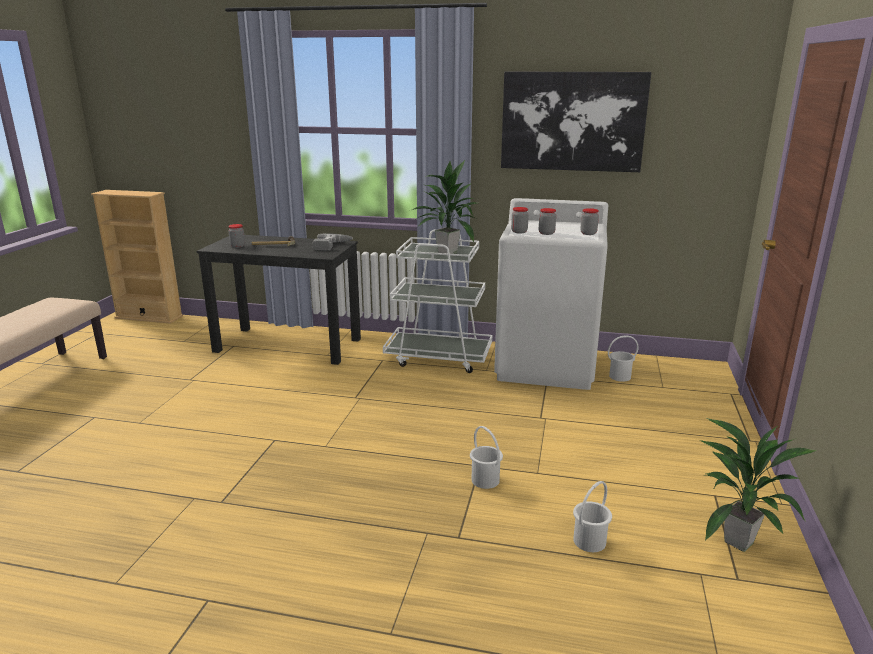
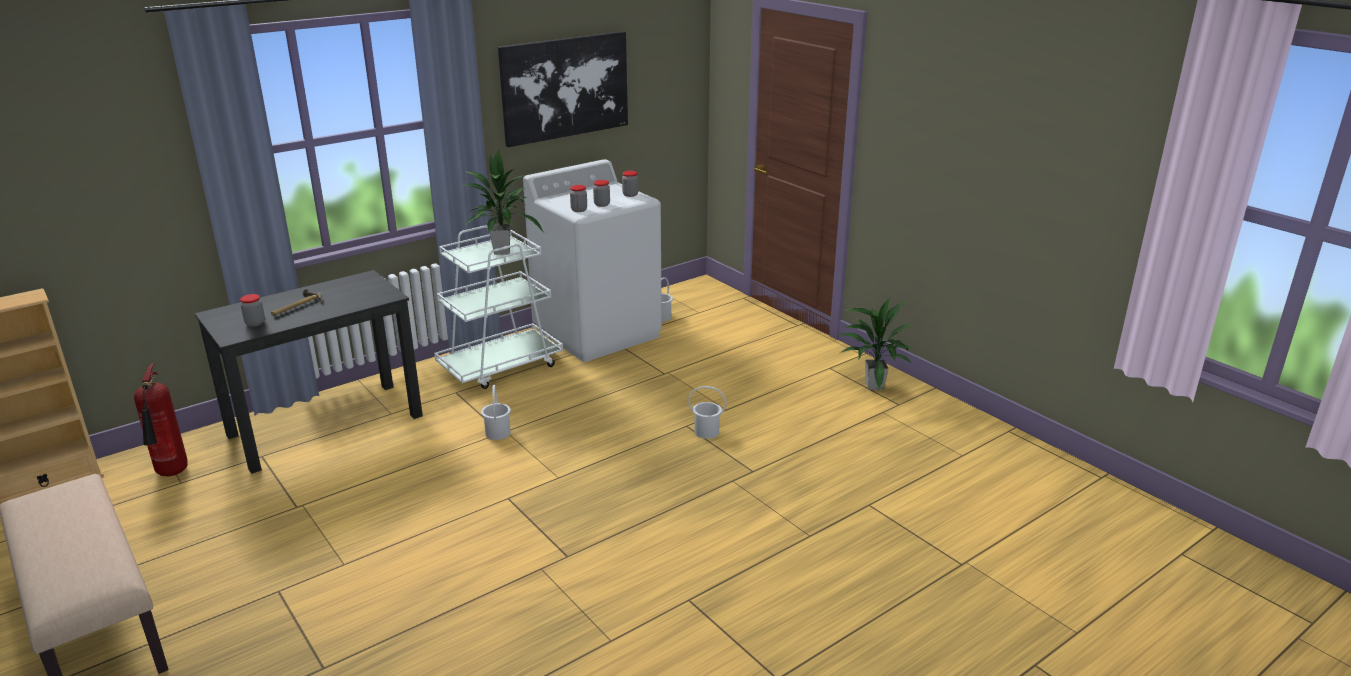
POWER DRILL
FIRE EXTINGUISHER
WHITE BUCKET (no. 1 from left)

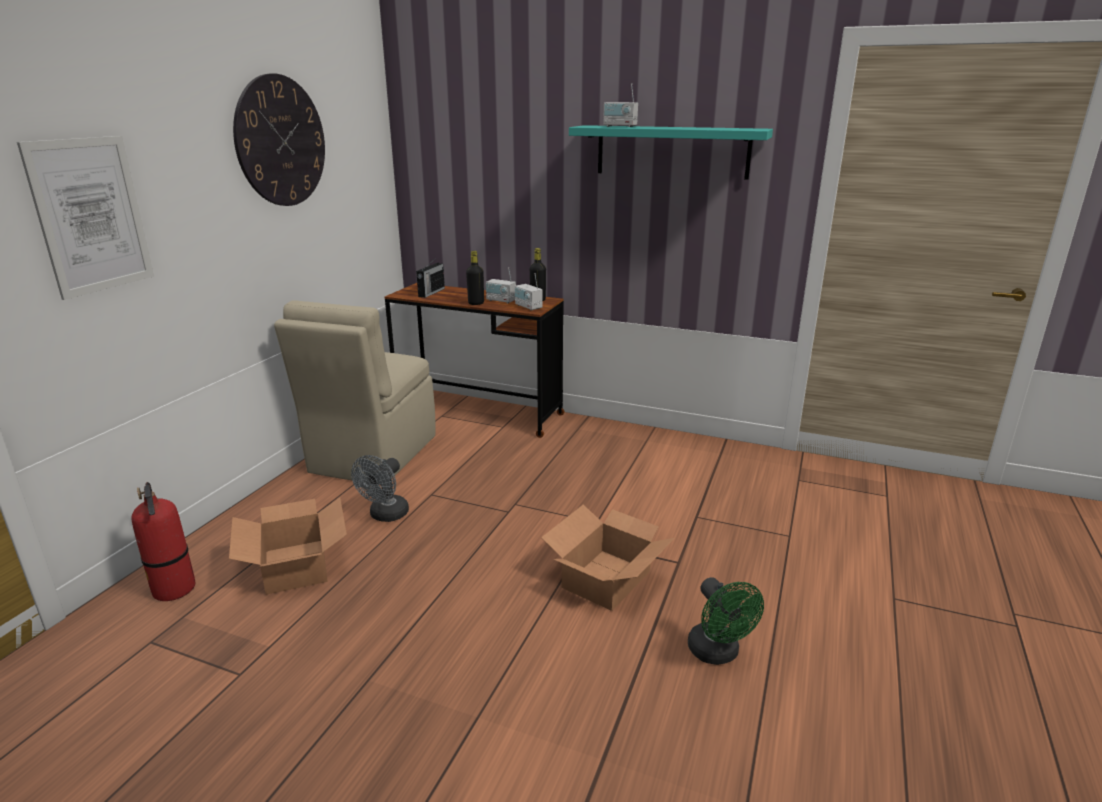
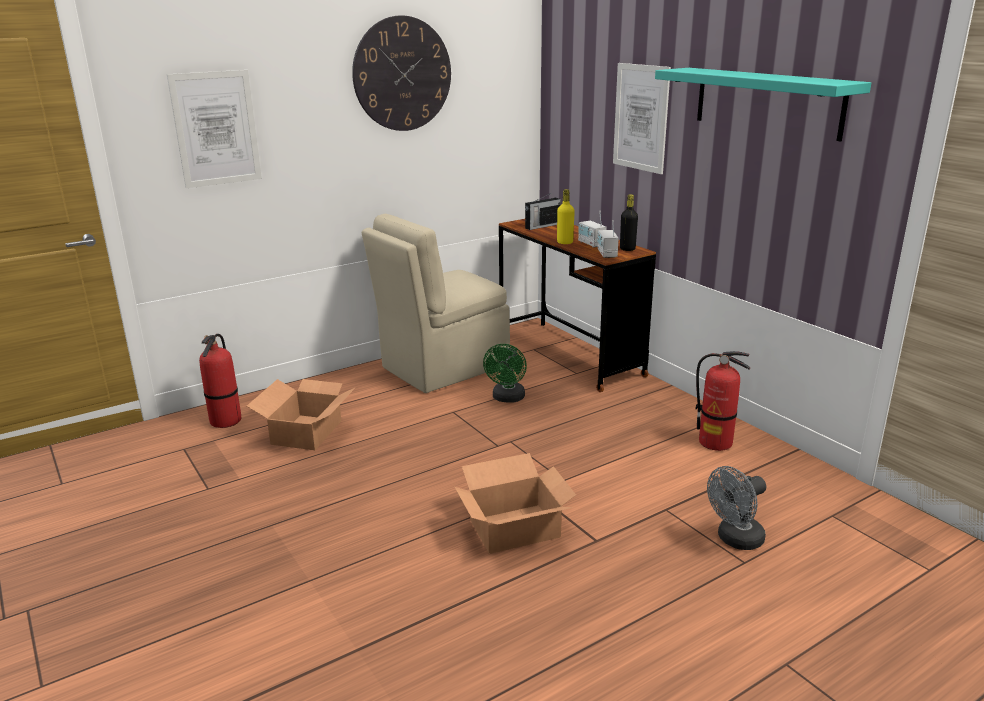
RADIO (no. 4 from left in the first image)
PICTURE (no. 2 from left)
FIRE EXTINGUISHER (no. 2 from left)
GREY FAN
GREEN FAN
YELLOW BOTTLE

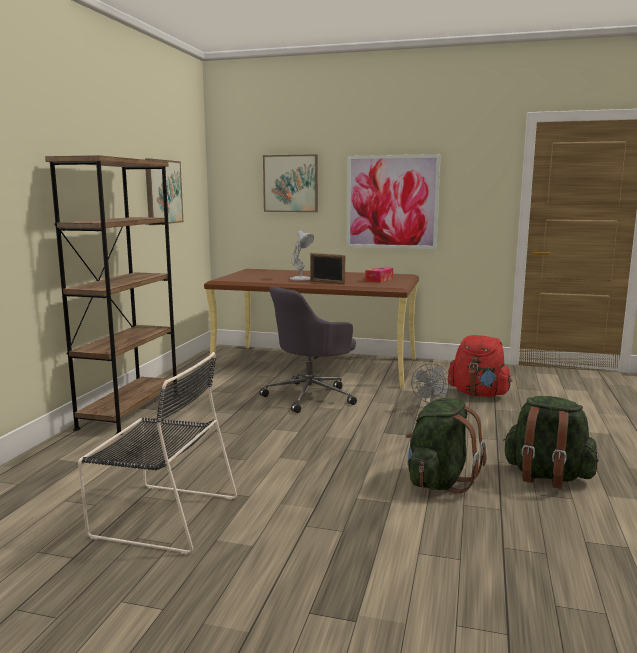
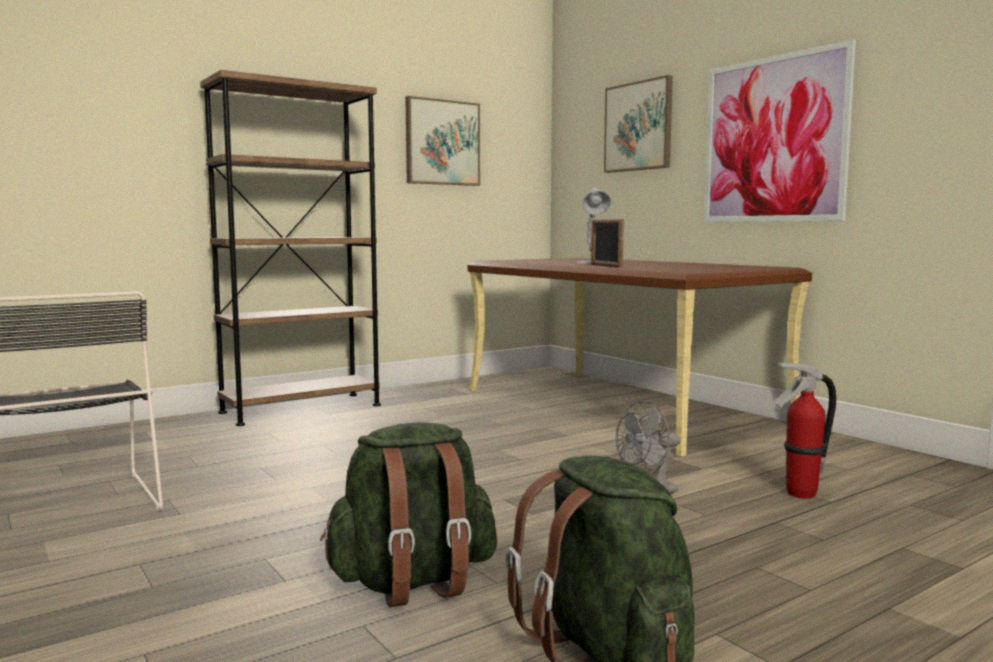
GREY OFFICE CHAIR
TISSUE BOX
FIRE EXTINGUISHER

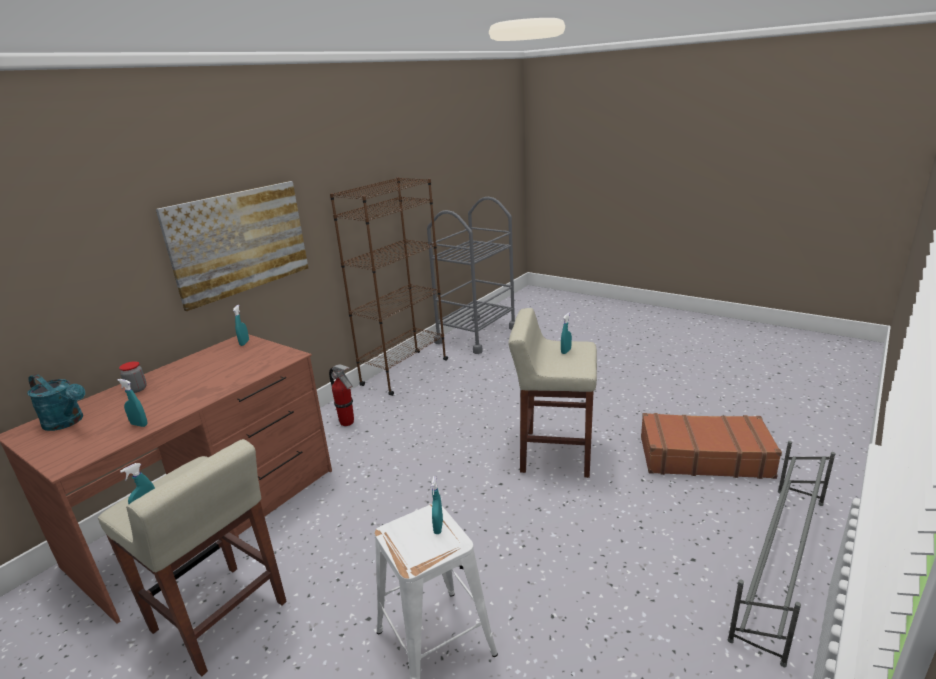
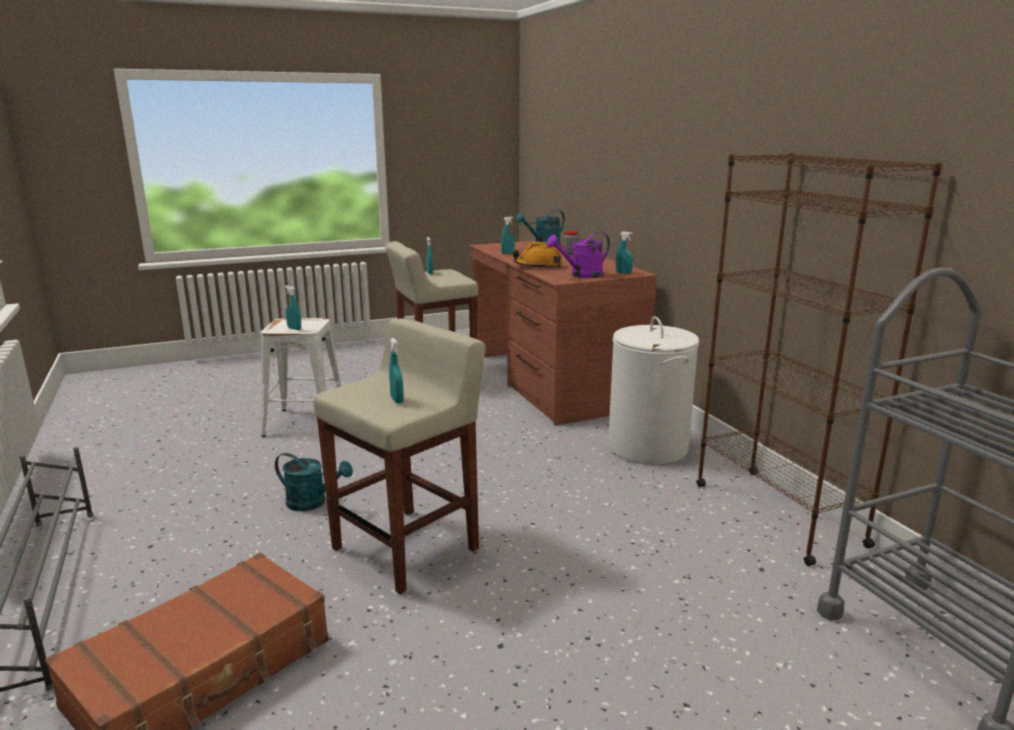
PICTURE
TURQUOISE WATERING CAN (no. 1 from left)
ORANGE HARD HAT
PURPLE WATERING CAN
WHITE LAUNDRY BASKET

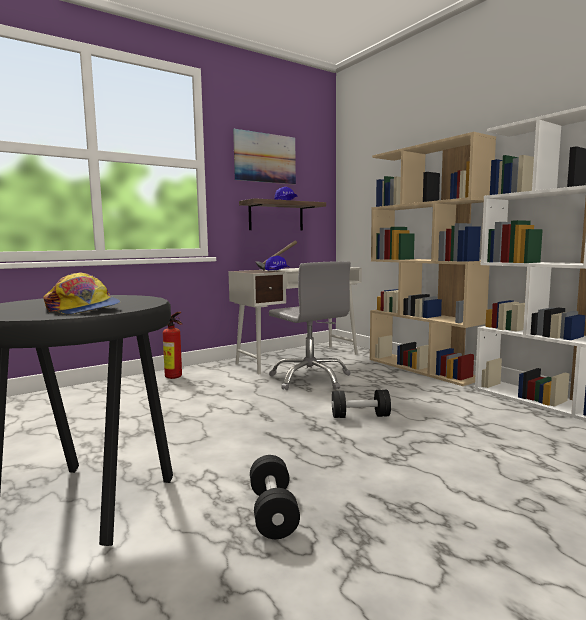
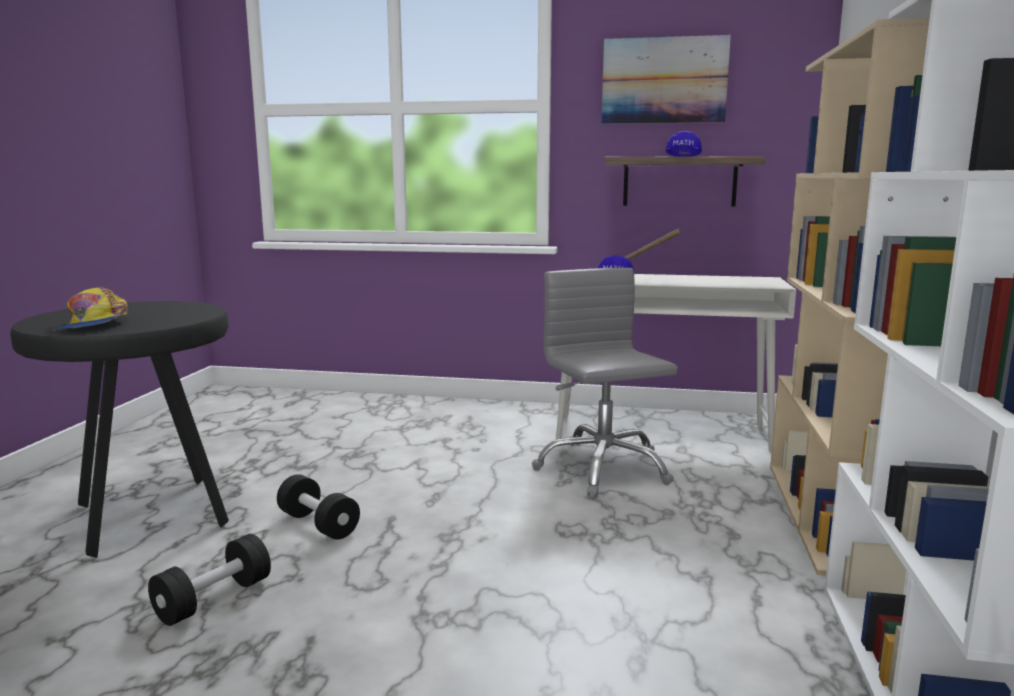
FIRE EXTINGUISHER
BLACK DUMBBELL (no. 2 from left)
GREY OFFICE CHAIR

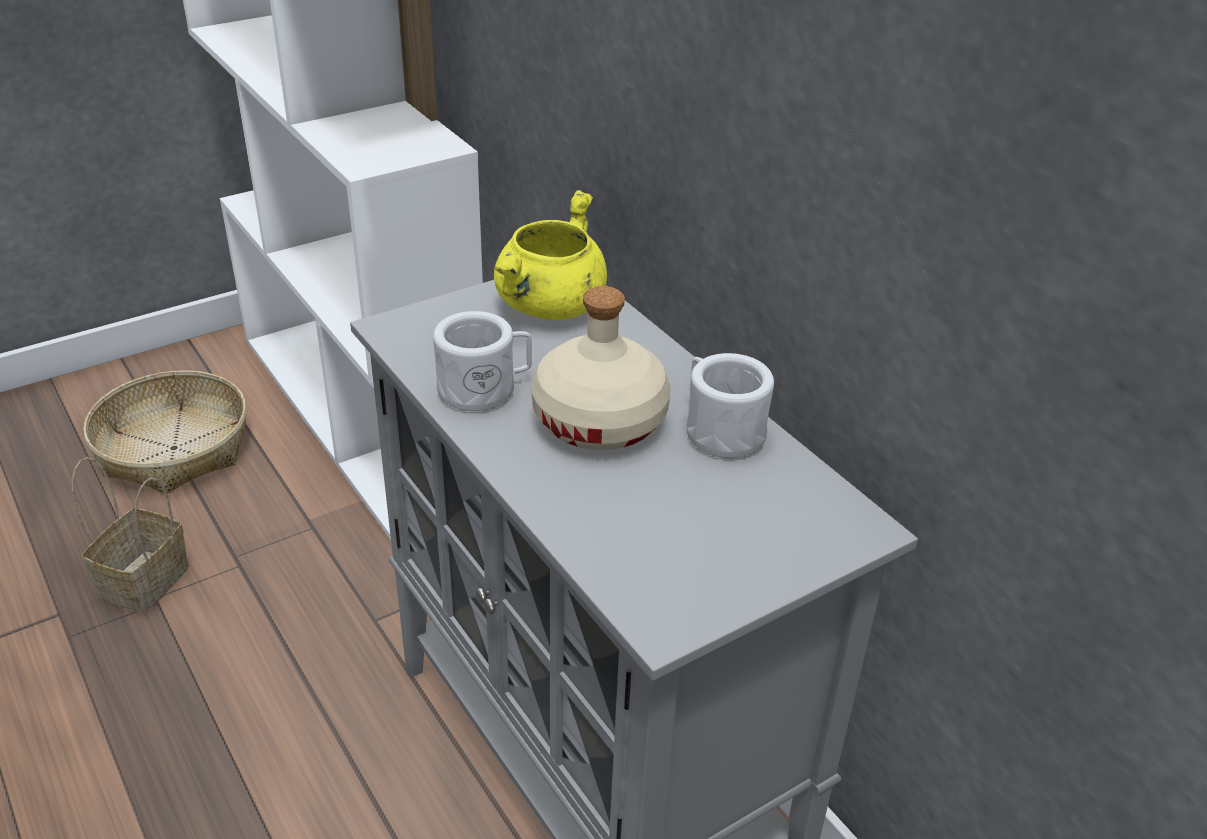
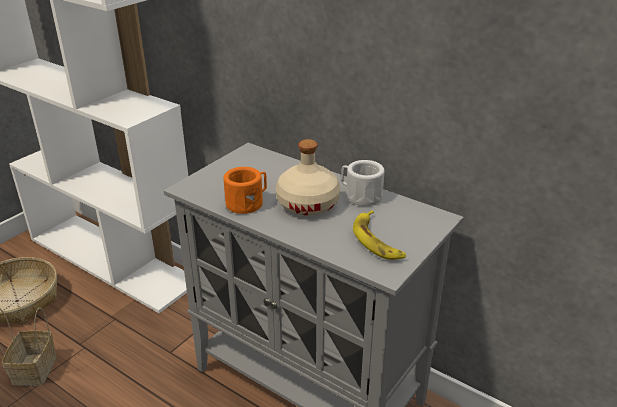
YELLOW COOKING POT
BANANA
ORANGE MUG

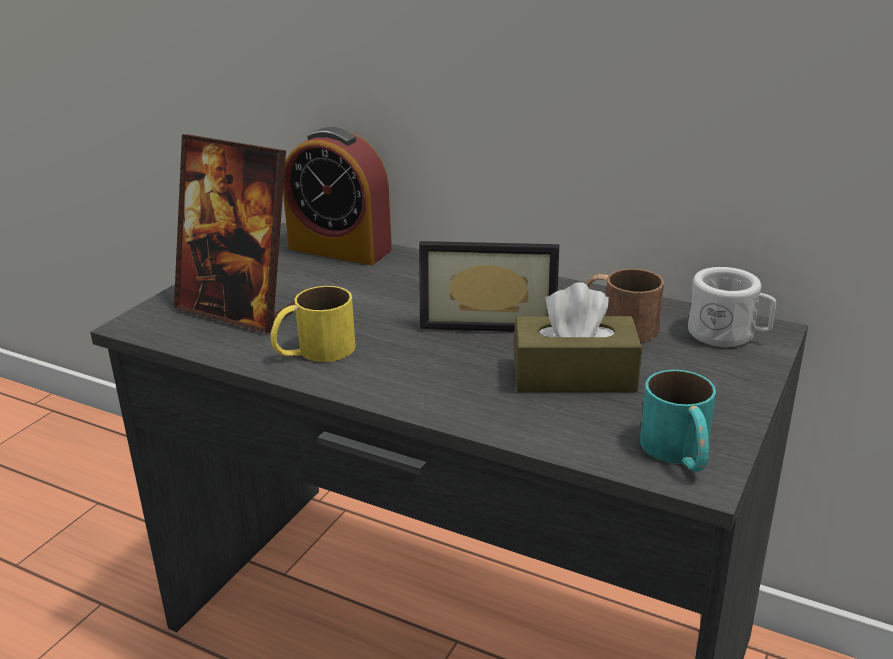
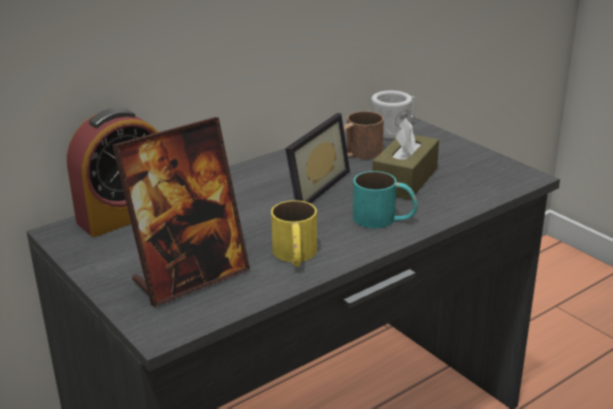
TURQUOISE MUG

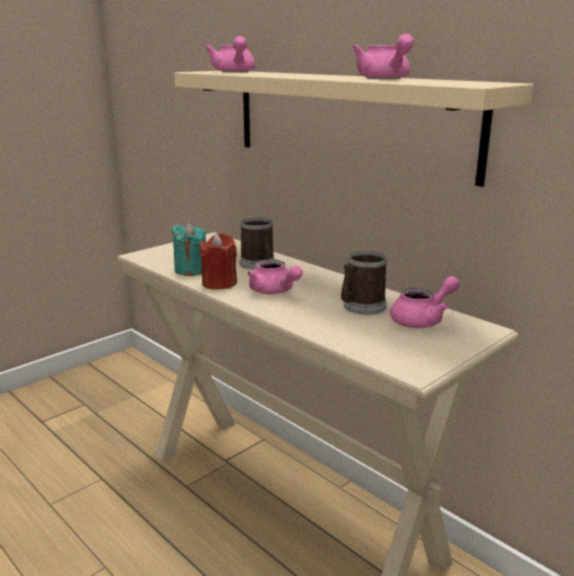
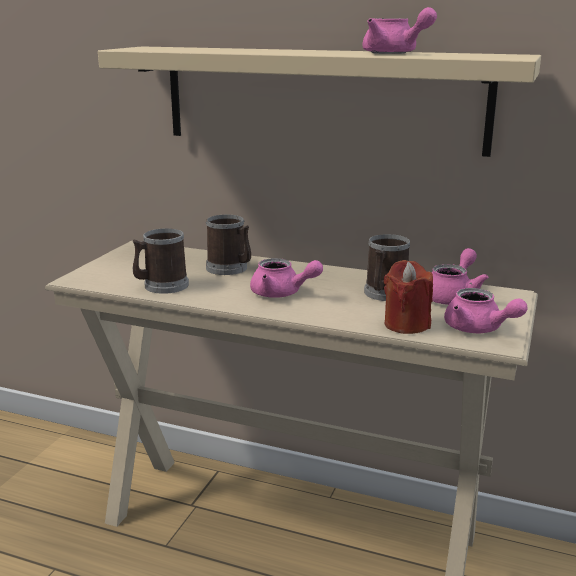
RED CANDLE
PINK TEAPOT (no. 4 from left)
MUG (no. 1 from left)

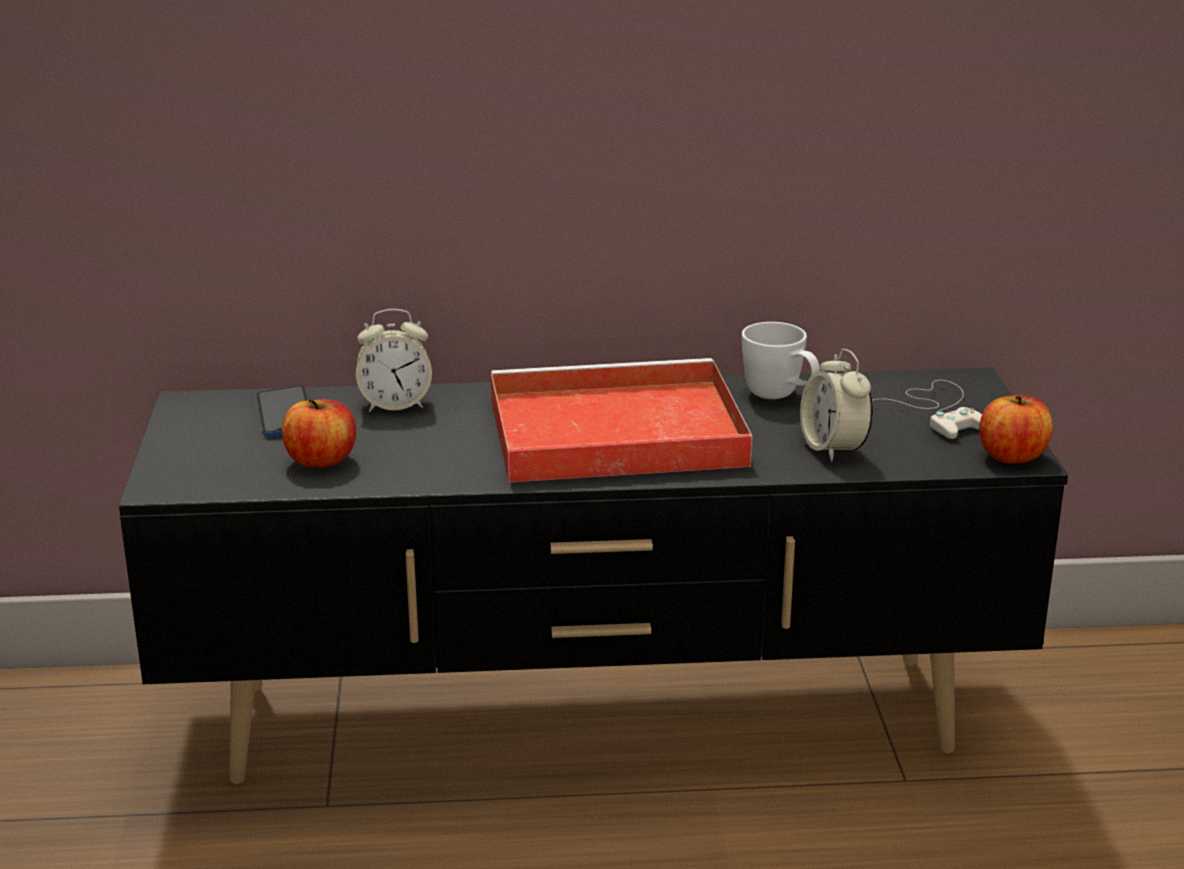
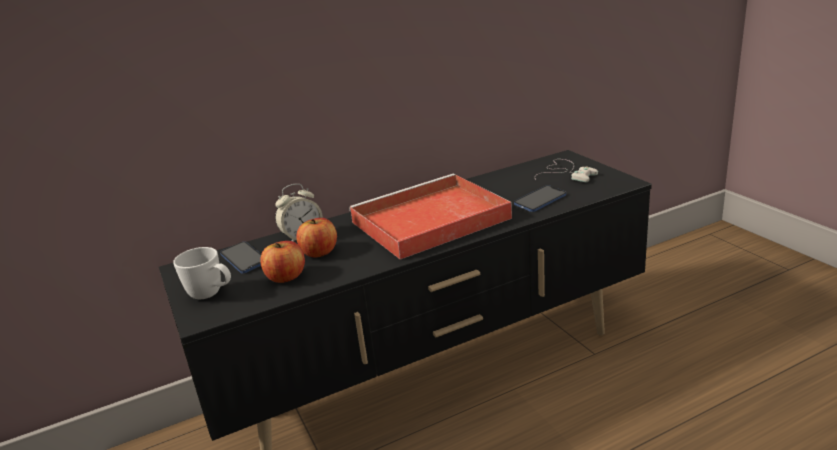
WHITE MUG
APPLE (no. 2 from left)
PHONE (no. 2 from left)

